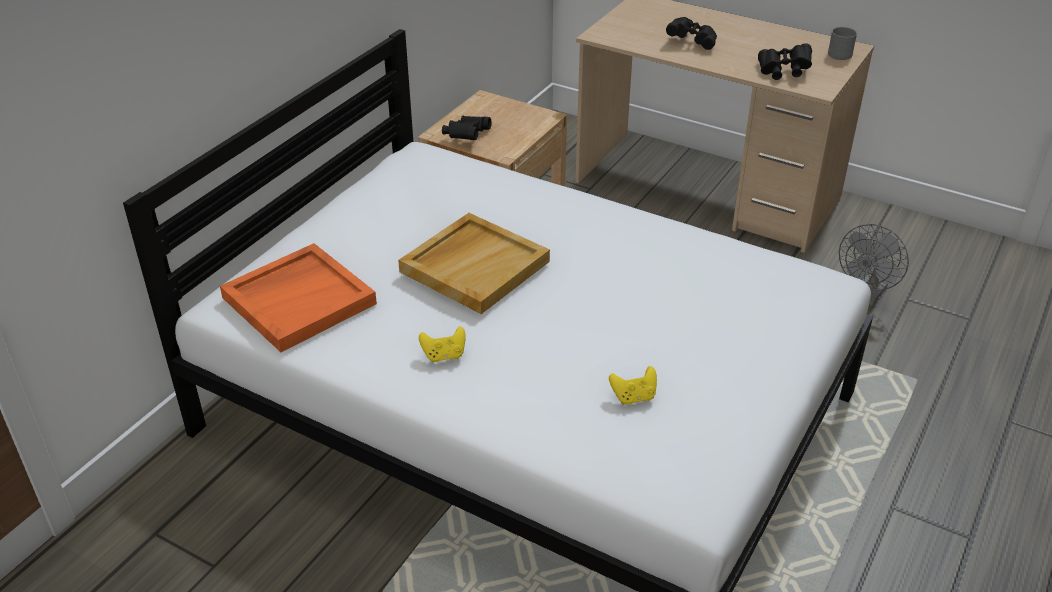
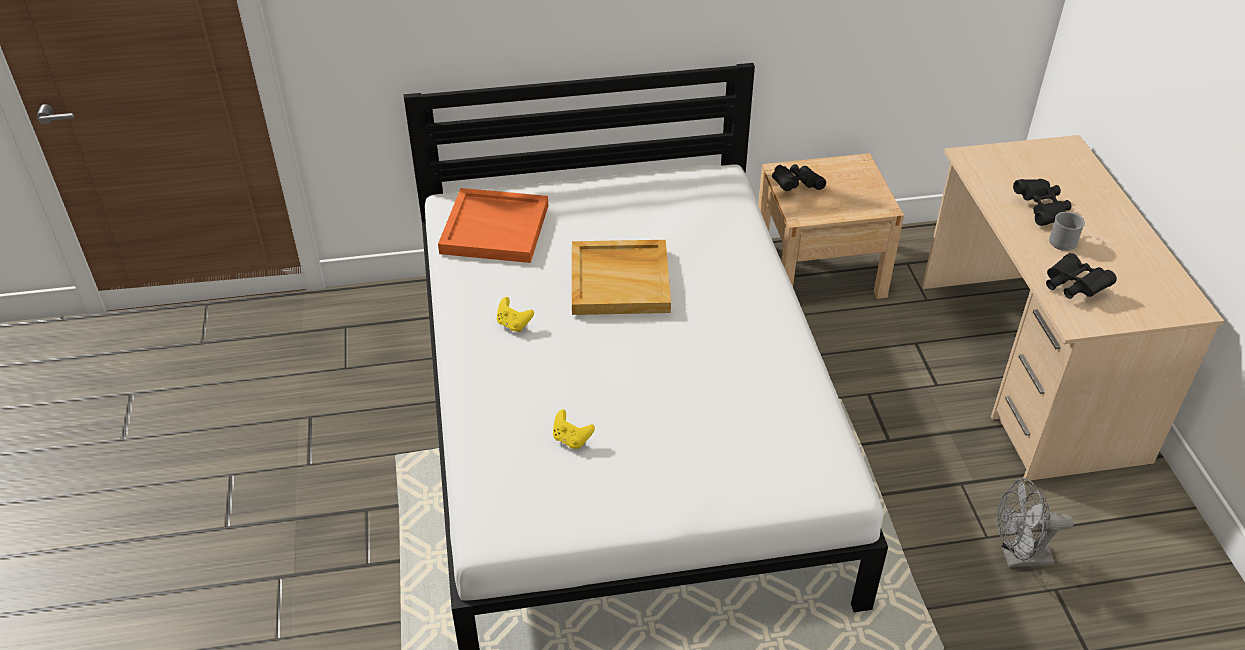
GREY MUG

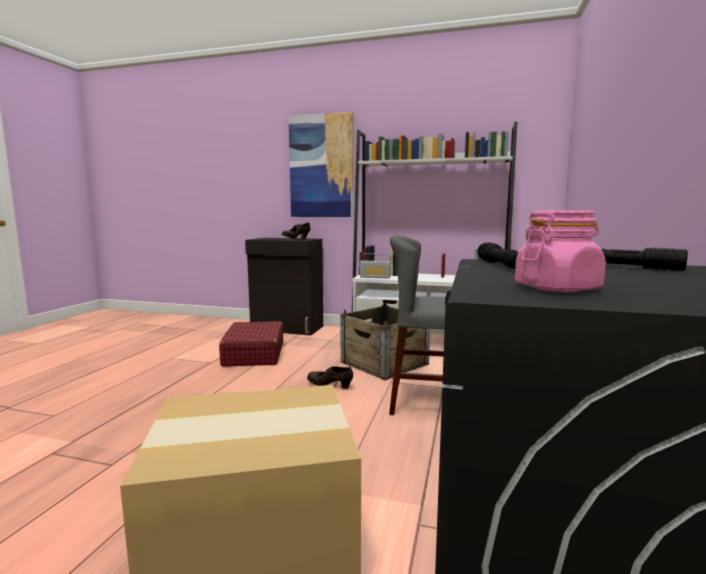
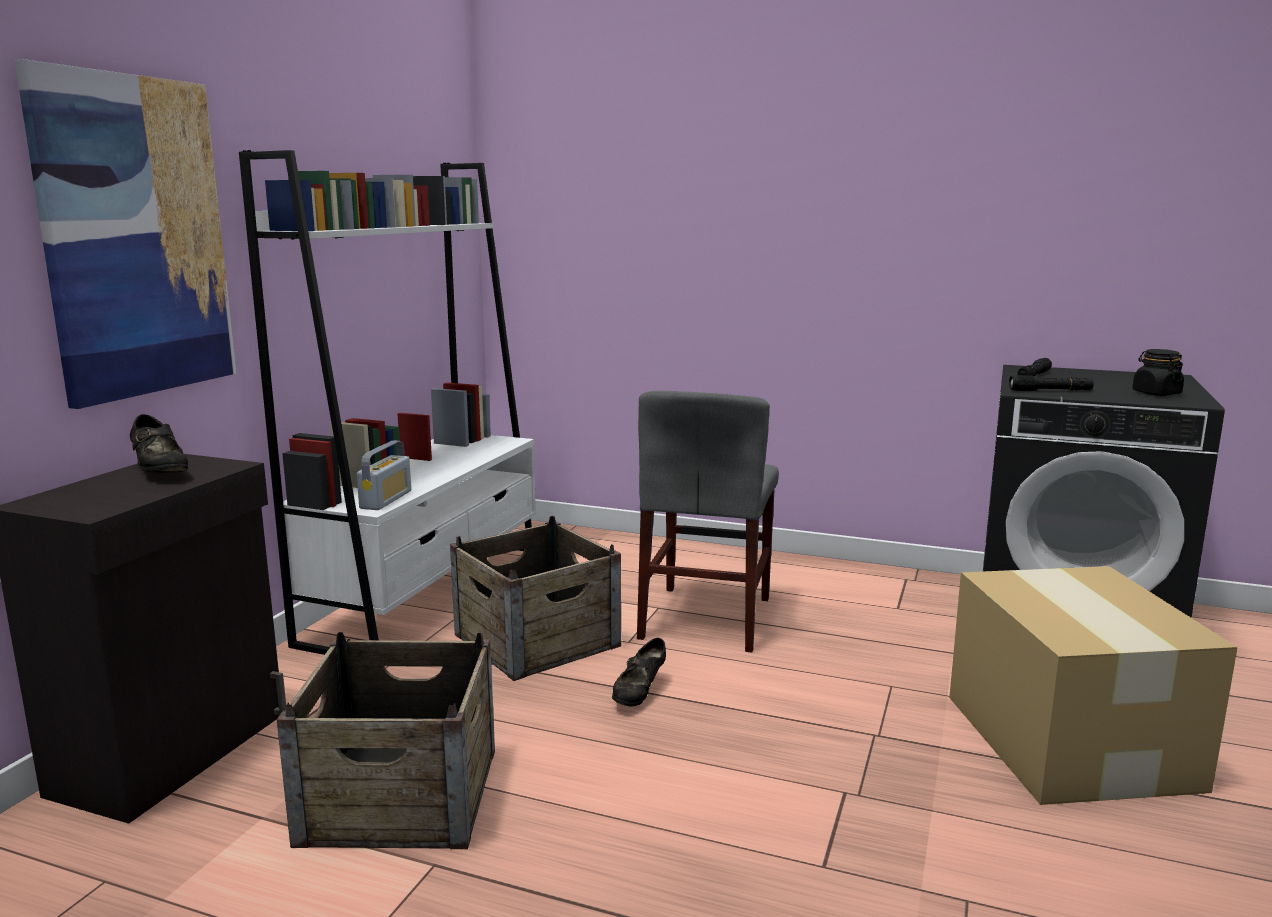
CRATE (no. 1 from left)
BLACK JAR

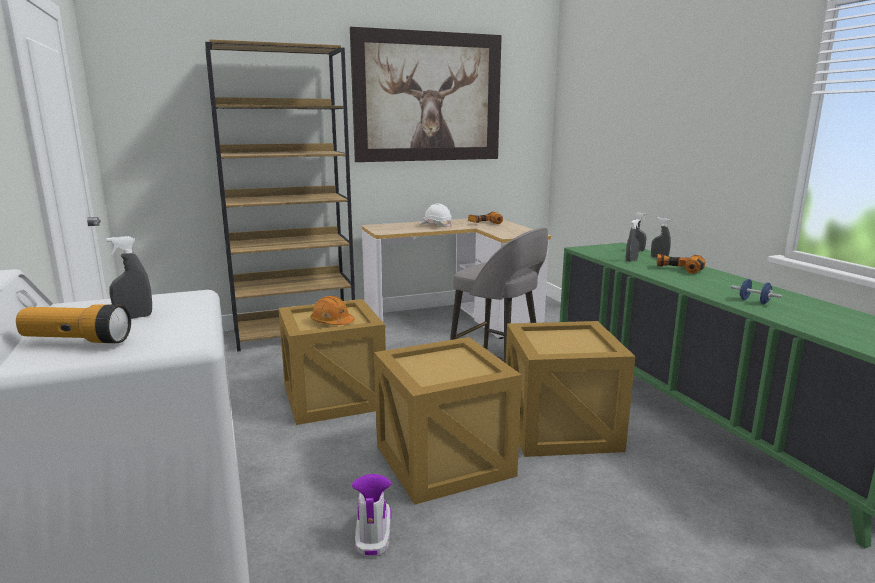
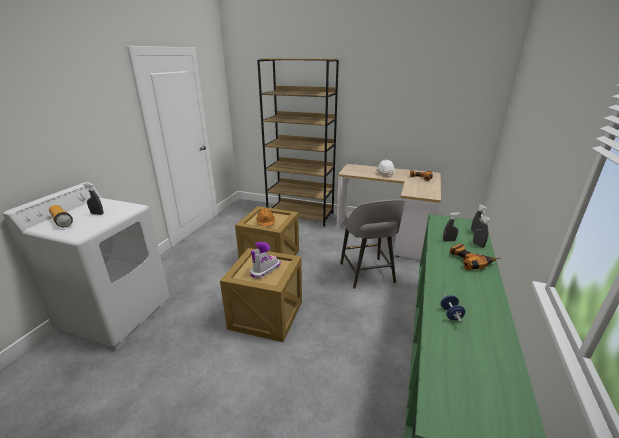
PICTURE
CRATE (no. 3 from left in the first image)
BOOT

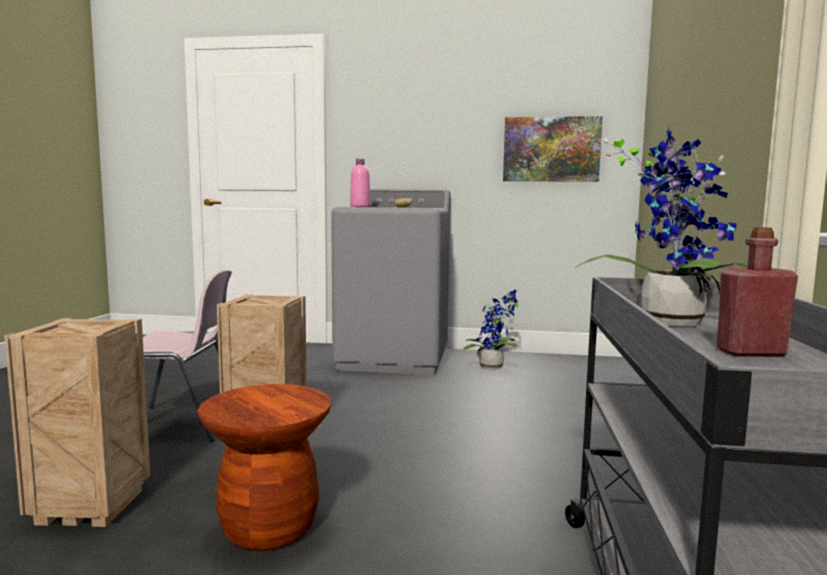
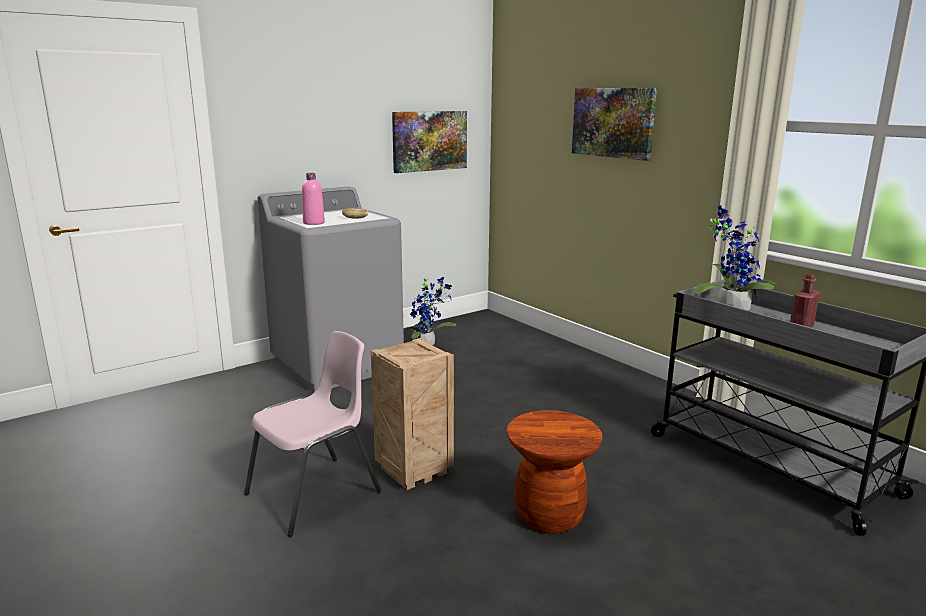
CRATE (no. 1 from left in the first image)
PICTURE (no. 2 from left)

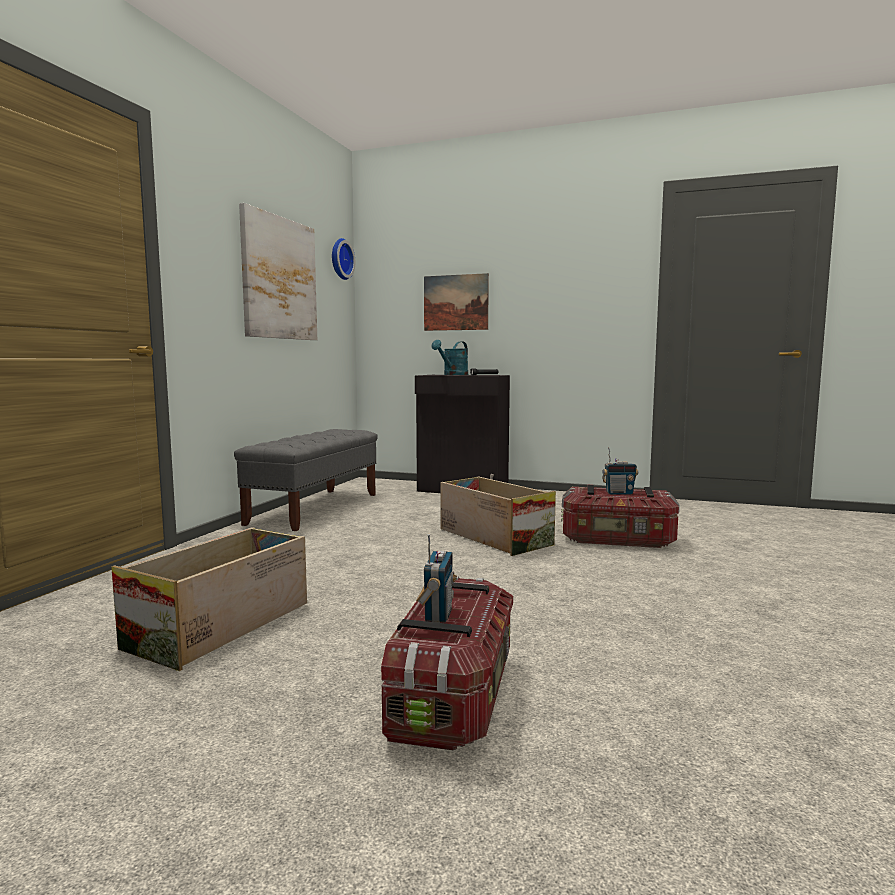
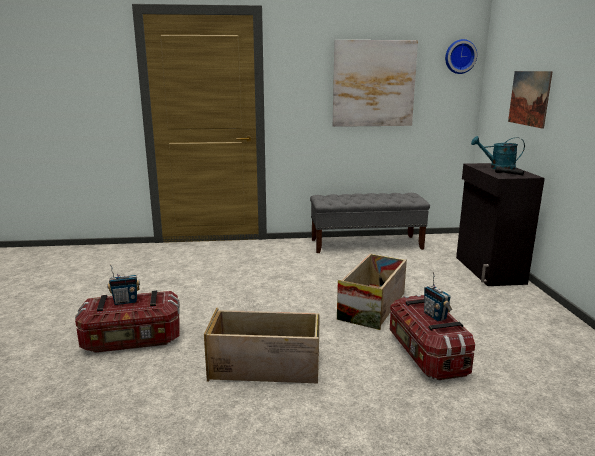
CRATE (no. 1 from left)

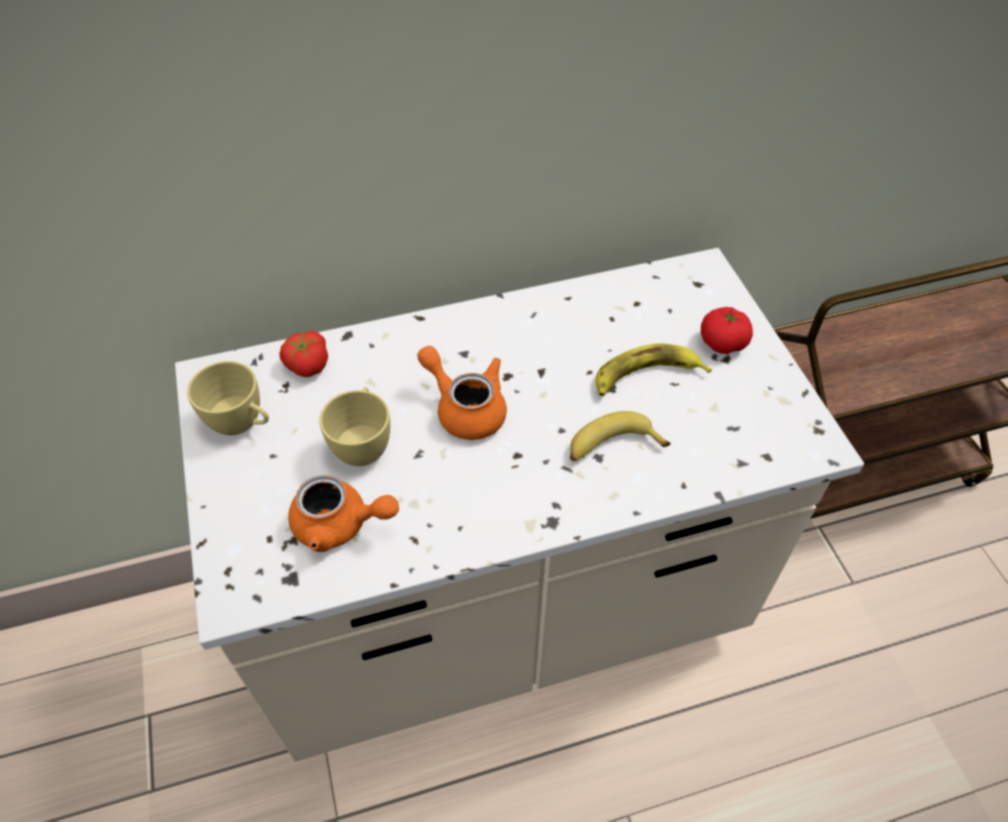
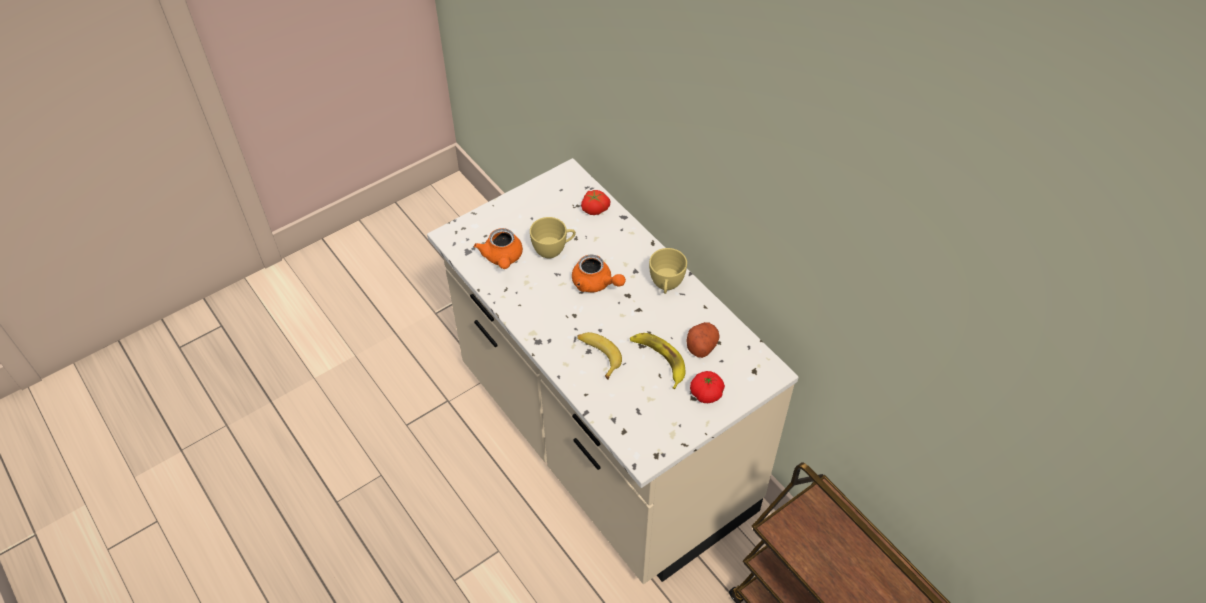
POTATO
YELLOW CUP (no. 2 from left)
ORANGE TEAPOT (no. 2 from left)

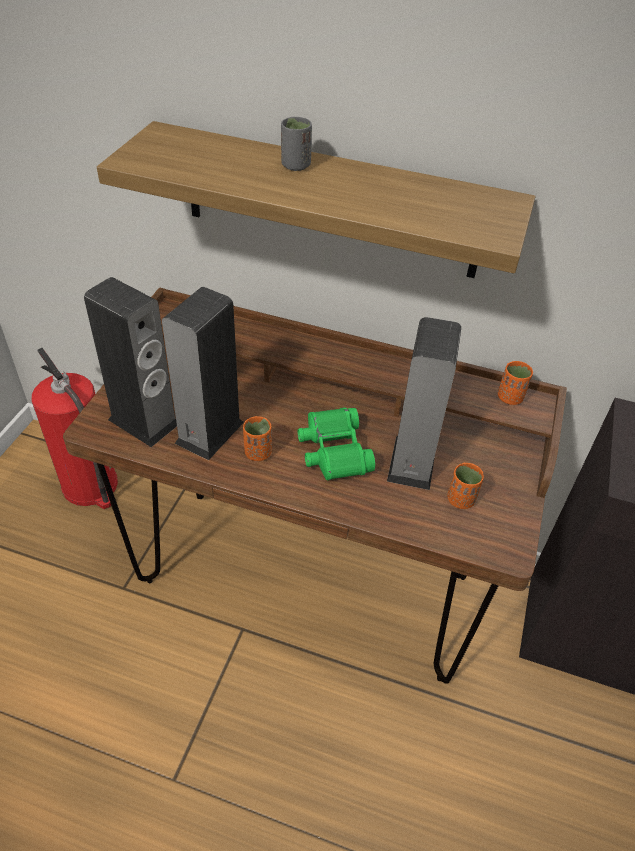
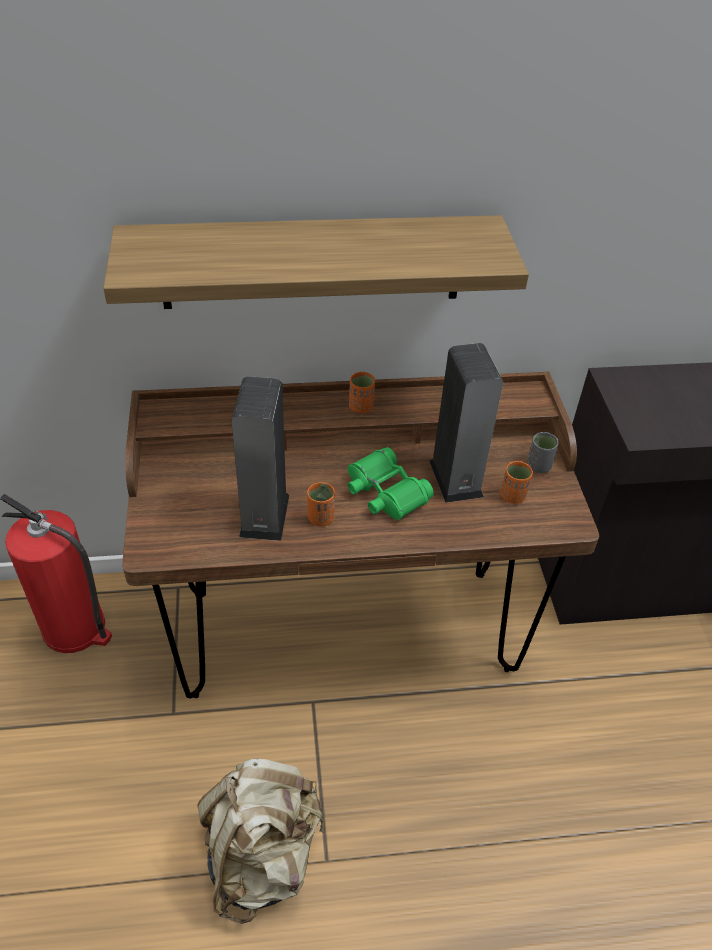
SPEAKER (no. 1 from left in the first image)
BEIGE BACKPACK
GREY CUP
ORANGE CUP (no. 2 from left)

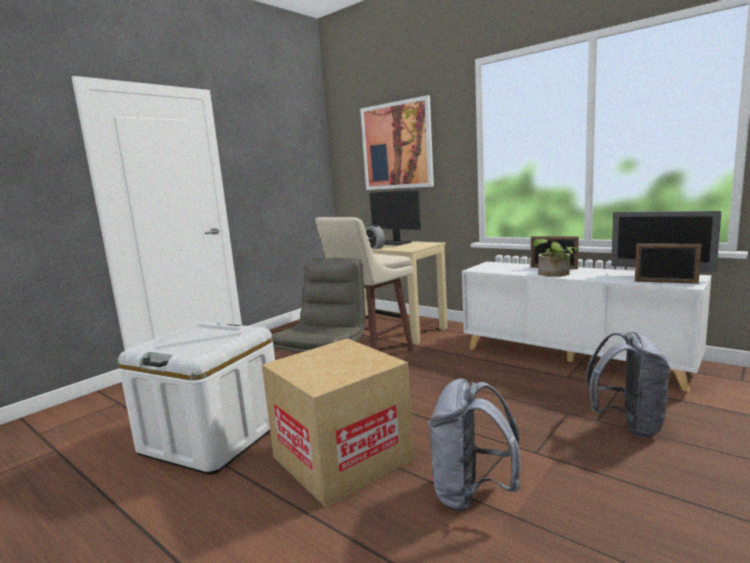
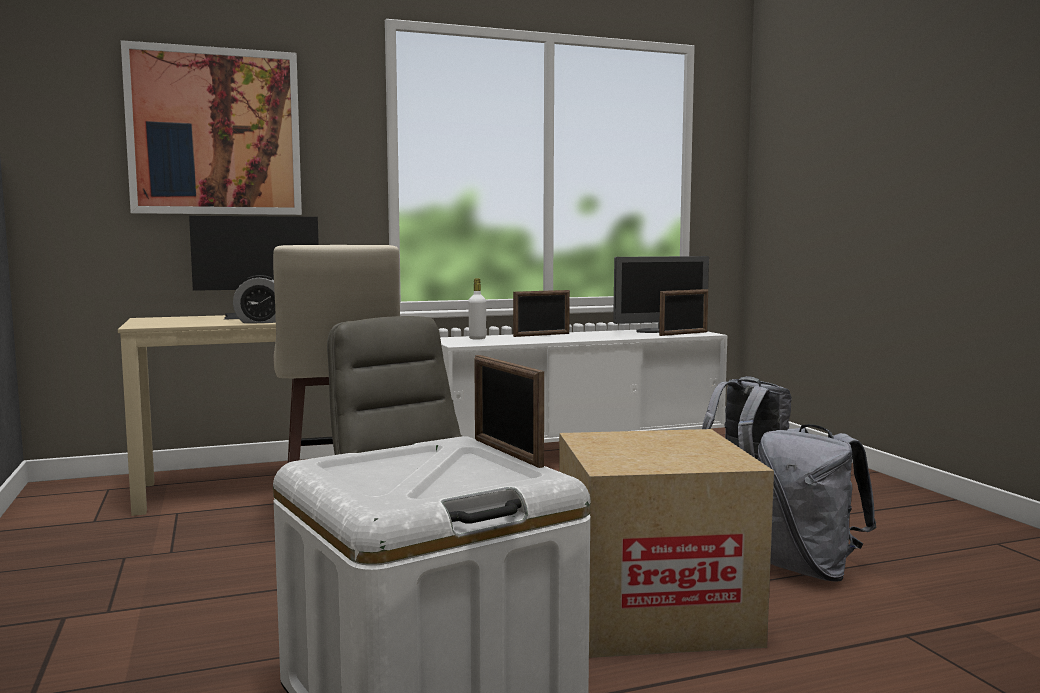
POTTED PLANT
WHITE BOTTLE
PICTURE FRAME (no. 1 from left)

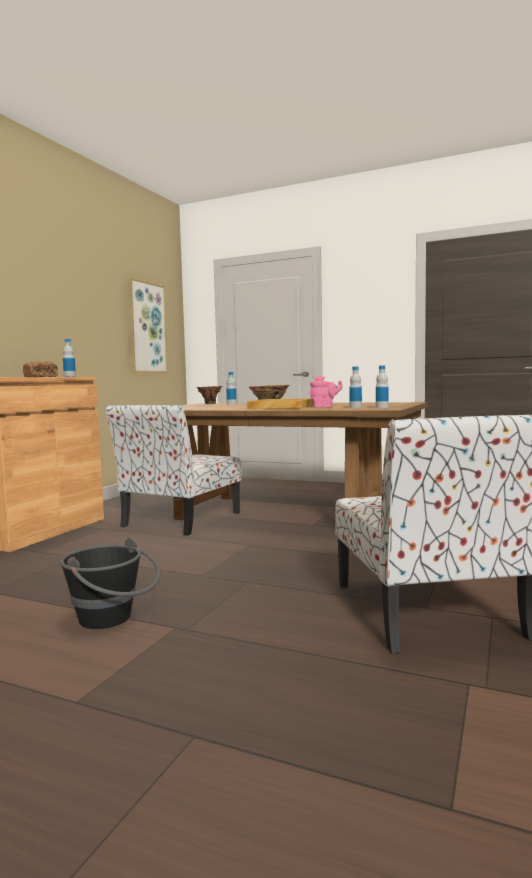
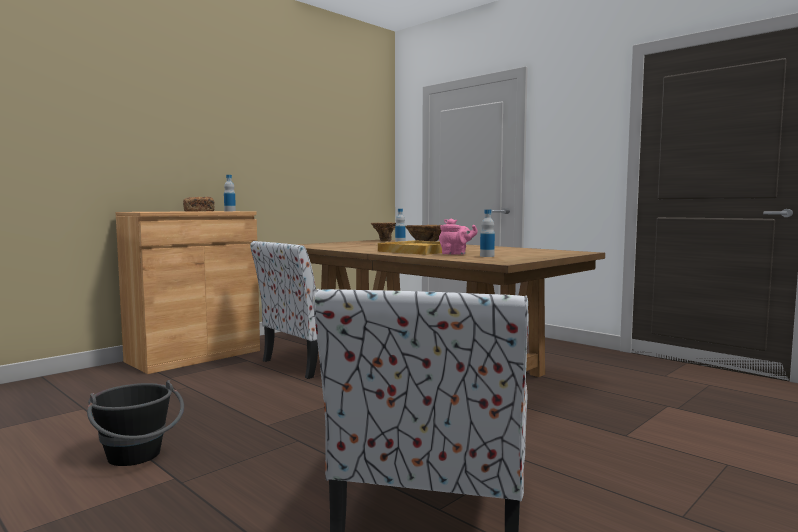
PICTURE
BOTTLE (no. 4 from left in the first image)

